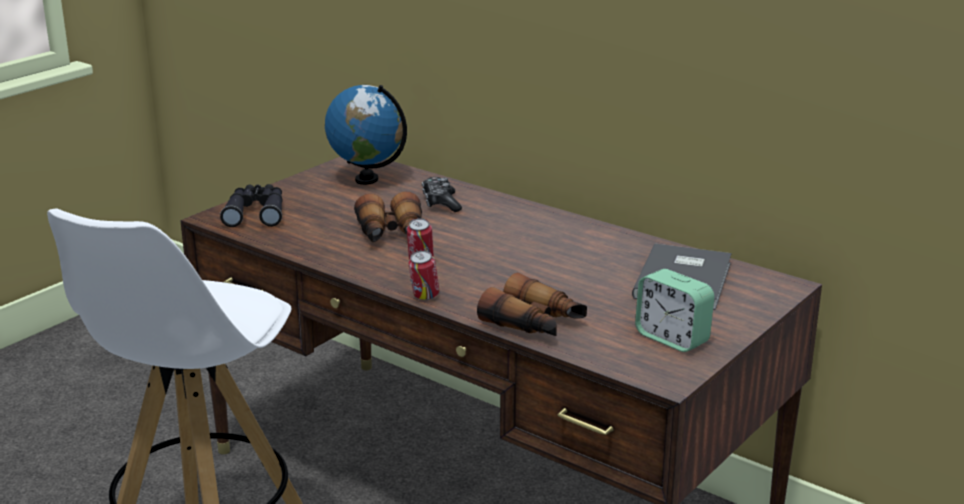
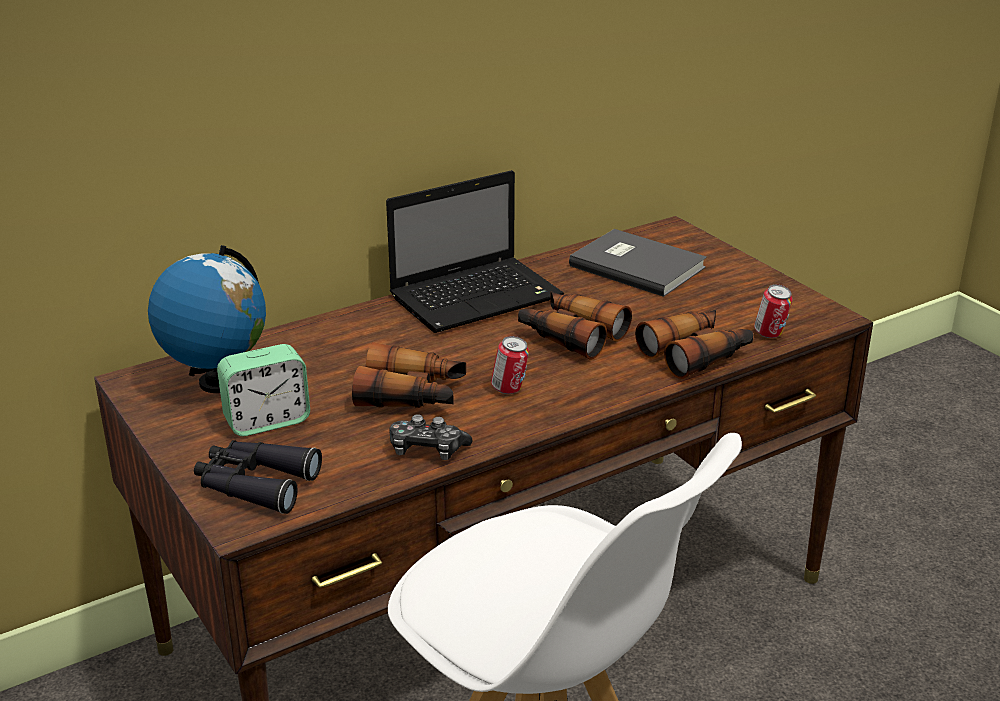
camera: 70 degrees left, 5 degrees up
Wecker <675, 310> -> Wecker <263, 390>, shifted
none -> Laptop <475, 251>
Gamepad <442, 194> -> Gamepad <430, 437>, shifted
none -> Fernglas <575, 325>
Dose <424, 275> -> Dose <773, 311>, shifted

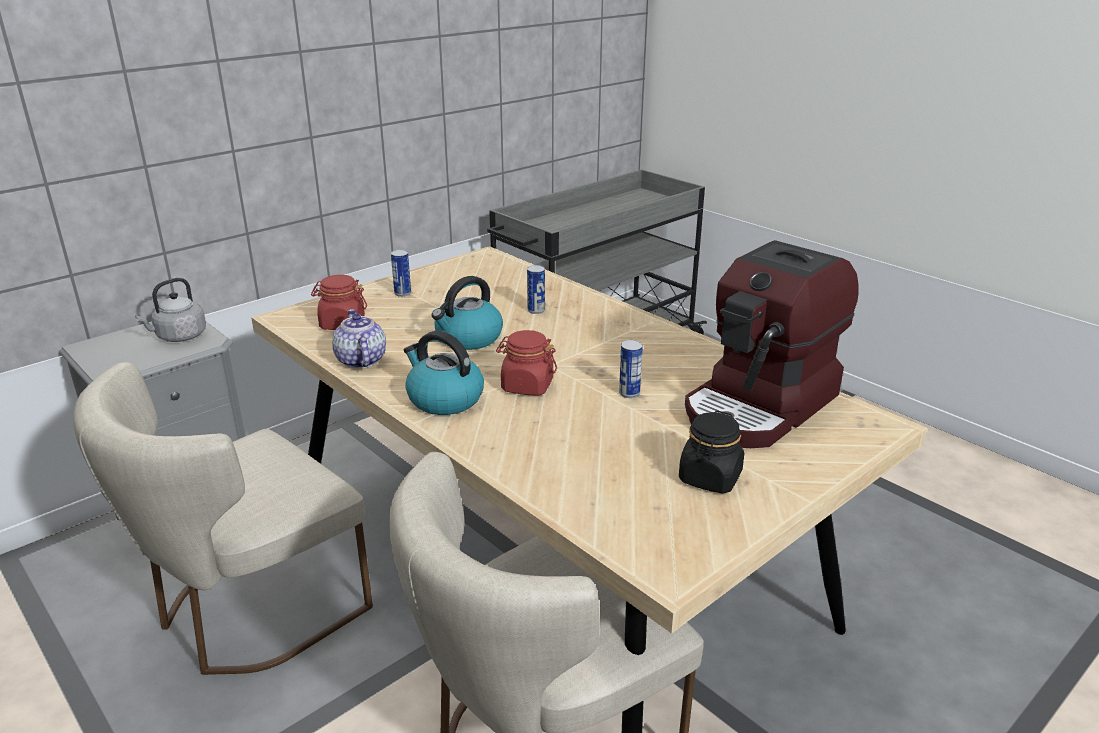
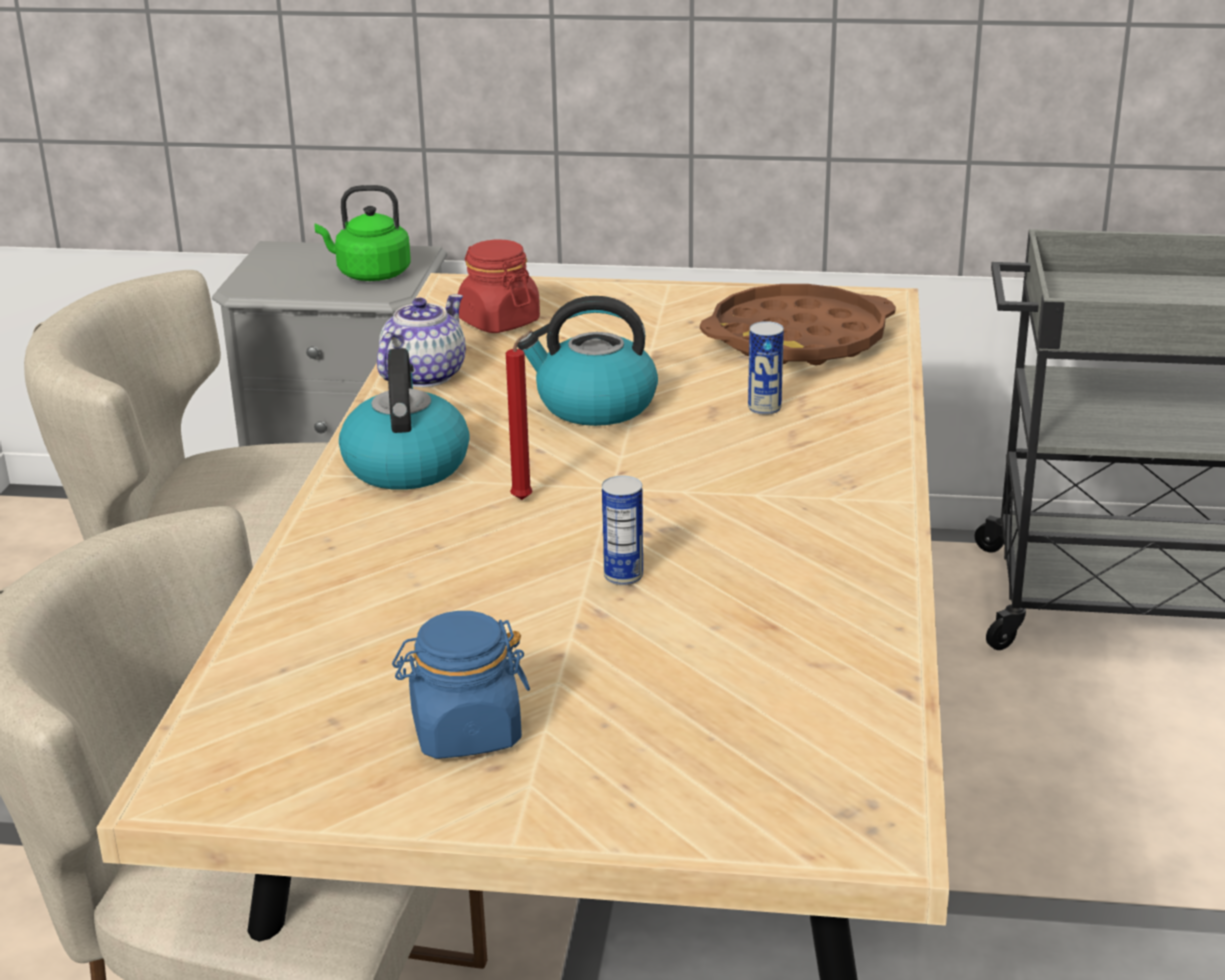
camera: 50 degrees right, 0 degrees up
Wasserkessel [grau] <170, 310> -> Wasserkessel [grün] <362, 233>
Vorratsglas [schwarz] <711, 452> -> Vorratsglas [blau] <461, 685>
Vorratsglas [rot] <526, 362> -> Kerze [rot] <519, 415>
none -> Tablett [braun] <798, 324>
Dose <401, 273> -> none
Kaffeemaschine <772, 344> -> none

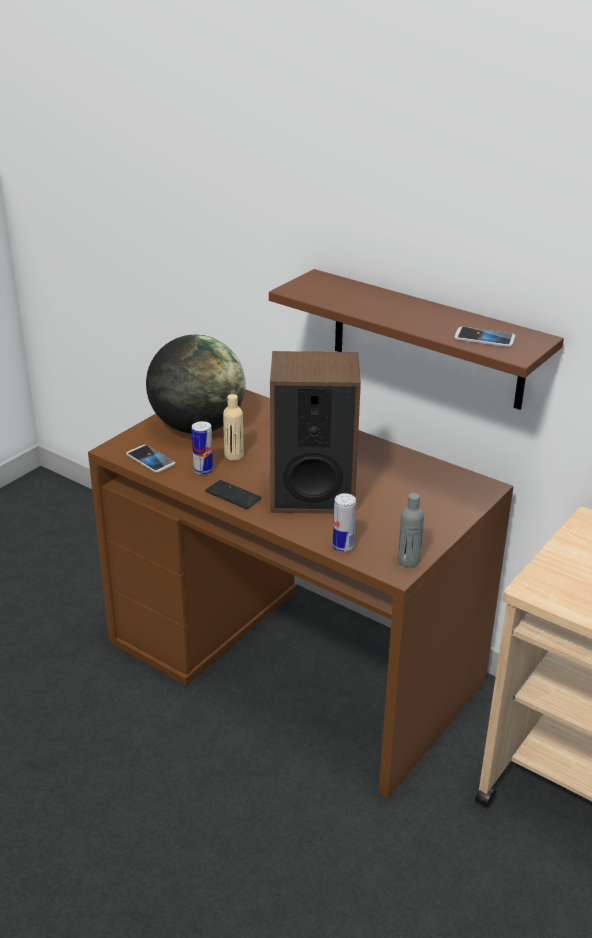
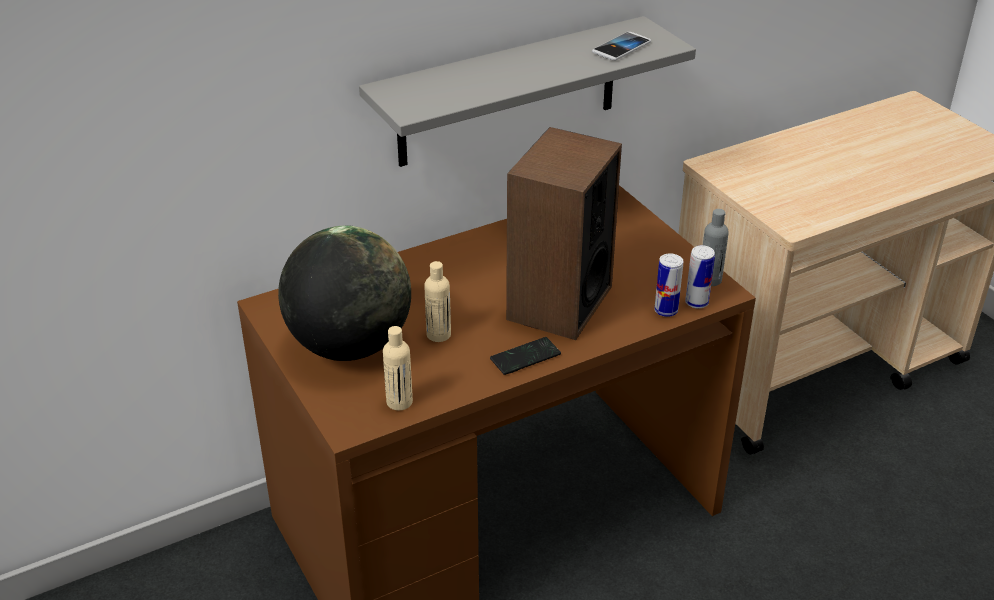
camera: 65 degrees left, 5 degrees up
Wandregal [braun] <416, 339> -> Wandregal [grau] <527, 91>
Handy <150, 459> -> Flasche [beige] <398, 368>
Dose <202, 447> -> Dose <700, 277>, shifted

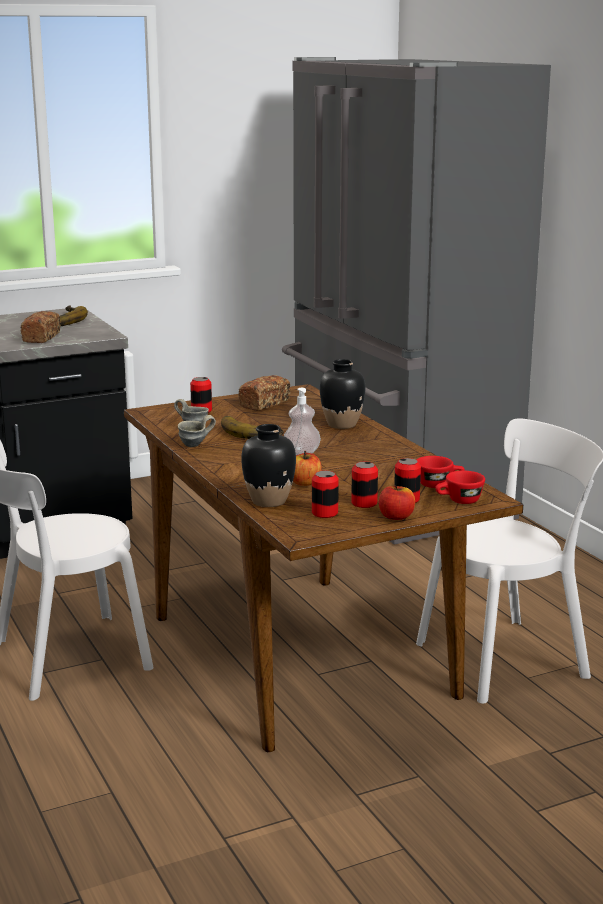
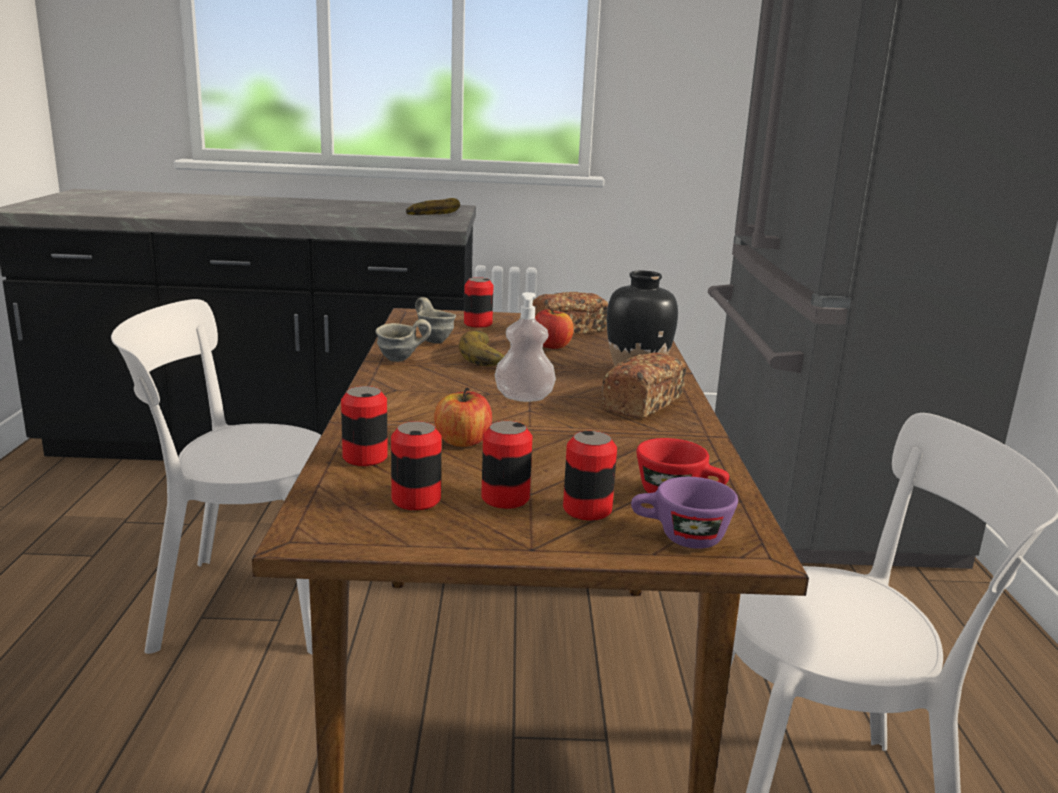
camera: 25 degrees right, 0 degrees up
Vase [schwarz] <268, 465> -> Dose <364, 426>
Apfel <397, 502> -> Apfel <554, 328>, shifted
Brot <40, 327> -> Brot <644, 385>, shifted
Tasse [rot] <460, 487> -> Tasse [lila] <684, 513>

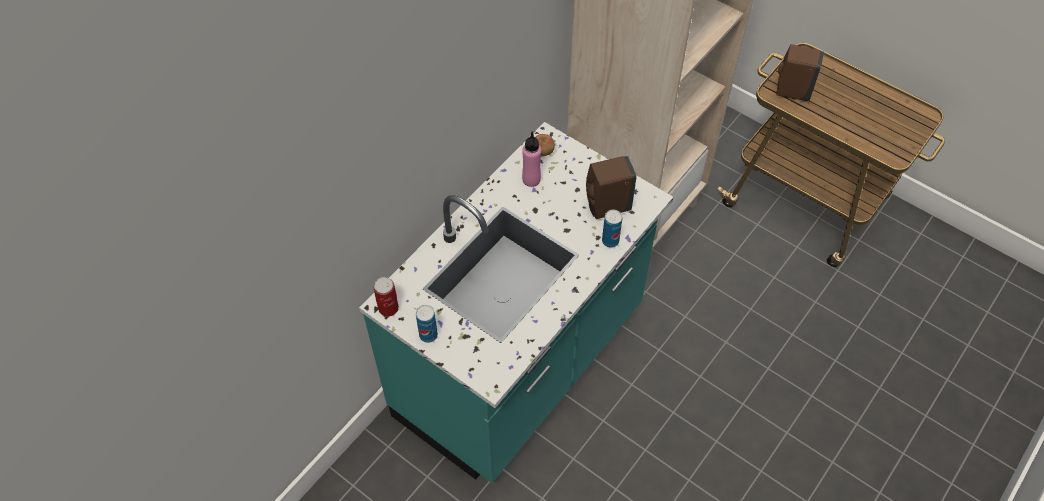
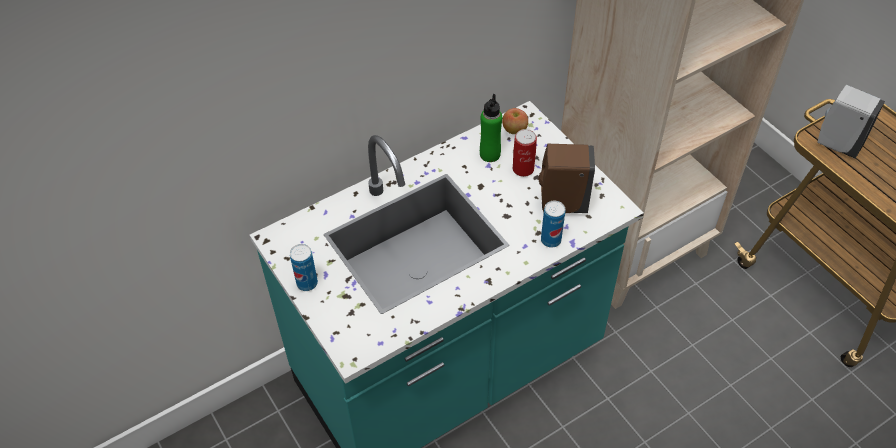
camera: 20 degrees right, 5 degrees down
Flasche [rosa] <531, 159> -> Flasche [grün] <491, 128>
Dose <386, 297> -> Dose <525, 153>, shifted
Seifenspender [braun] <800, 73> -> Seifenspender [weiß] <851, 121>

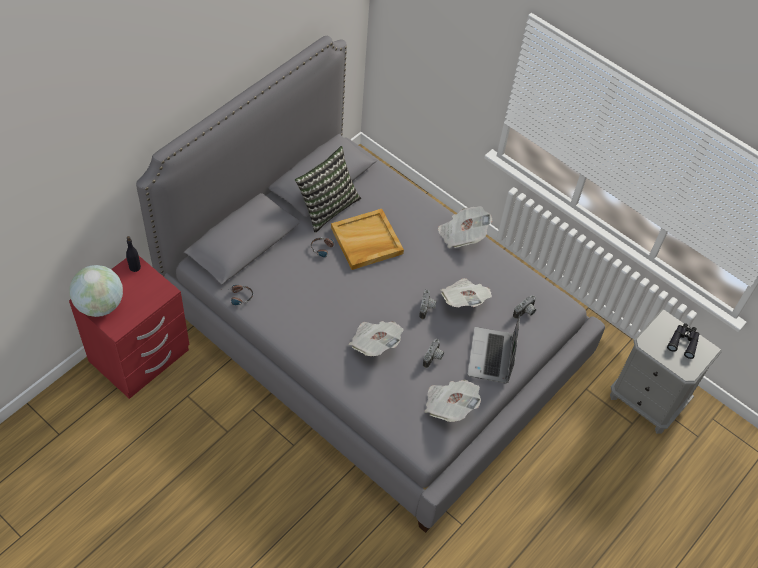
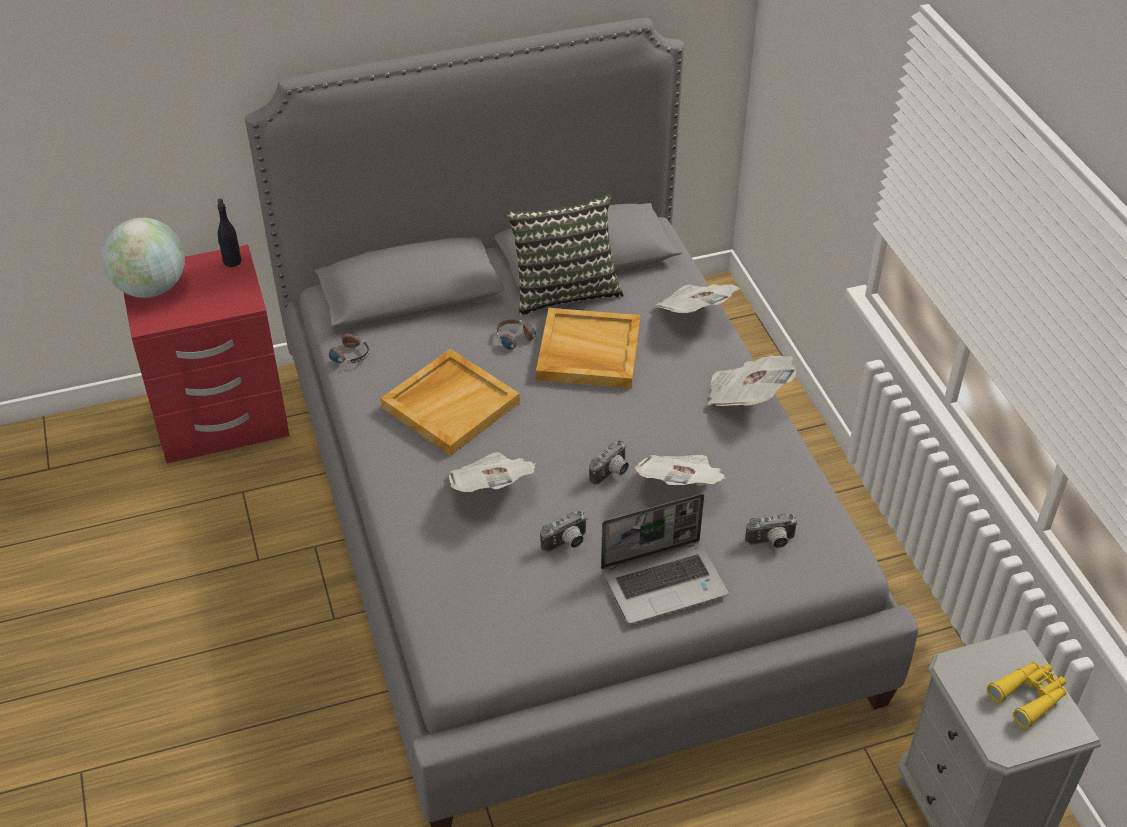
camera: 35 degrees right, 10 degrees down
none -> Tablett [beige] <450, 402>
Laptop <493, 349> -> Laptop <665, 559>, 150 degrees counterclockwise
Zeitung <453, 401> -> Zeitung <698, 298>, shifted
Fernglas [schwarz] <683, 341> -> Fernglas [gelb] <1026, 695>

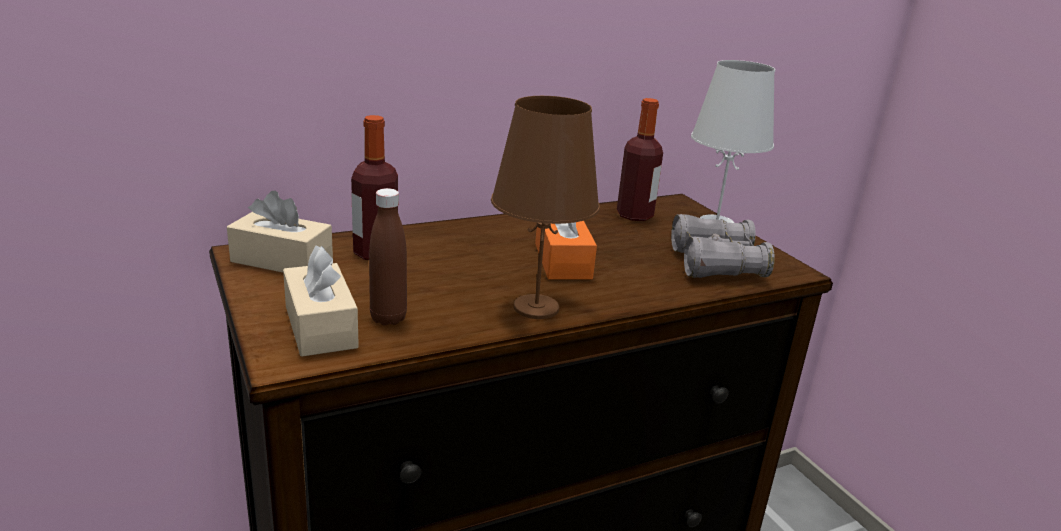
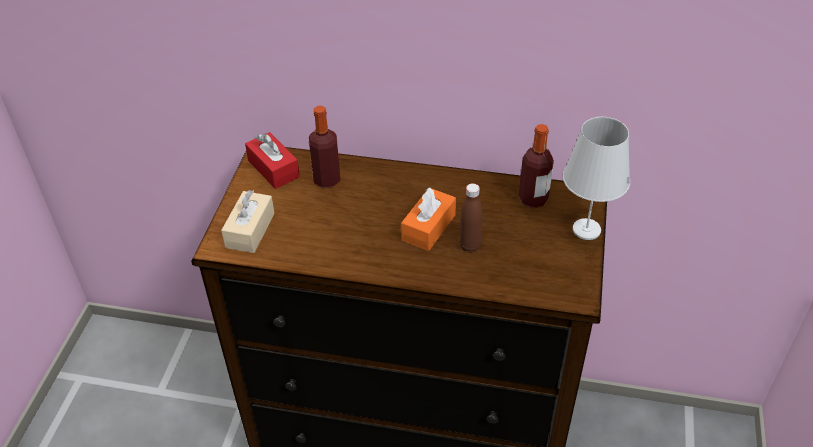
camera: 40 degrees right, 20 degrees up
Taschentuchbox [beige] <280, 232> -> Taschentuchbox [rot] <272, 160>
Flasche [braun] <388, 257> -> Flasche [braun] <470, 218>, shifted
Tischlampe [braun] <545, 207> -> none
Fernglas [grau] <723, 246> -> none

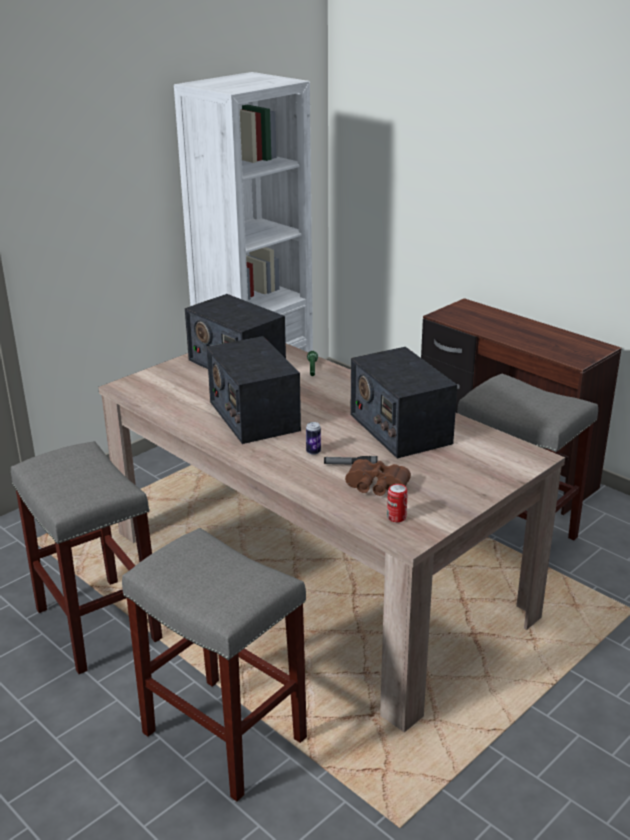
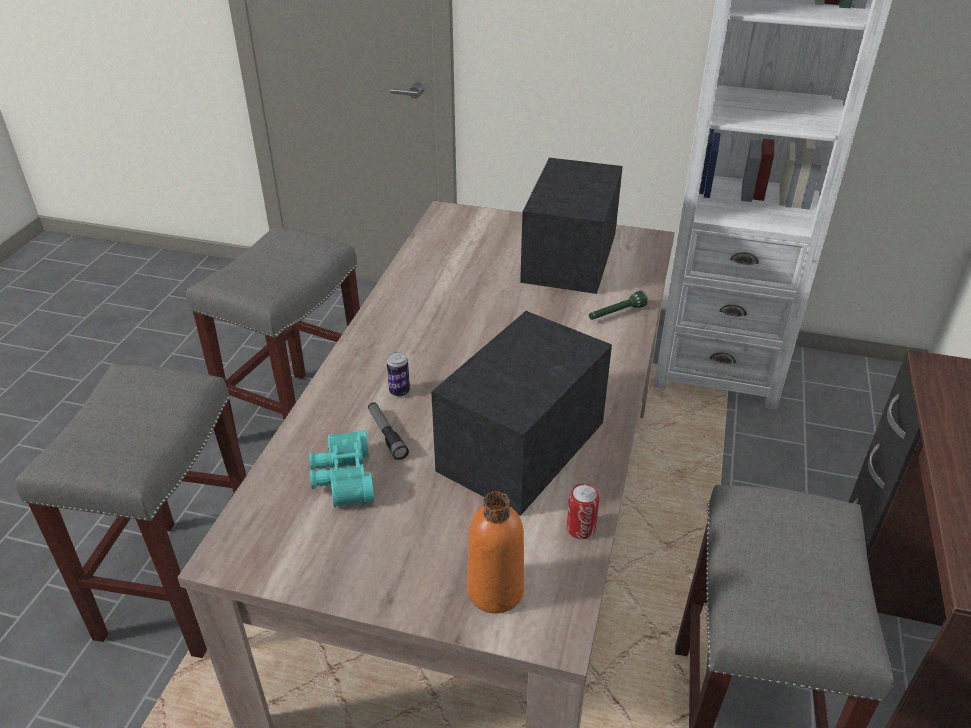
camera: 60 degrees right, 10 degrees up
Fernglas [braun] <378, 477> -> Fernglas [türkis] <341, 468>
none -> Flasche [orange] <495, 552>
Dose <397, 503> -> Dose <583, 511>, shifted
Radio <253, 390> -> none

